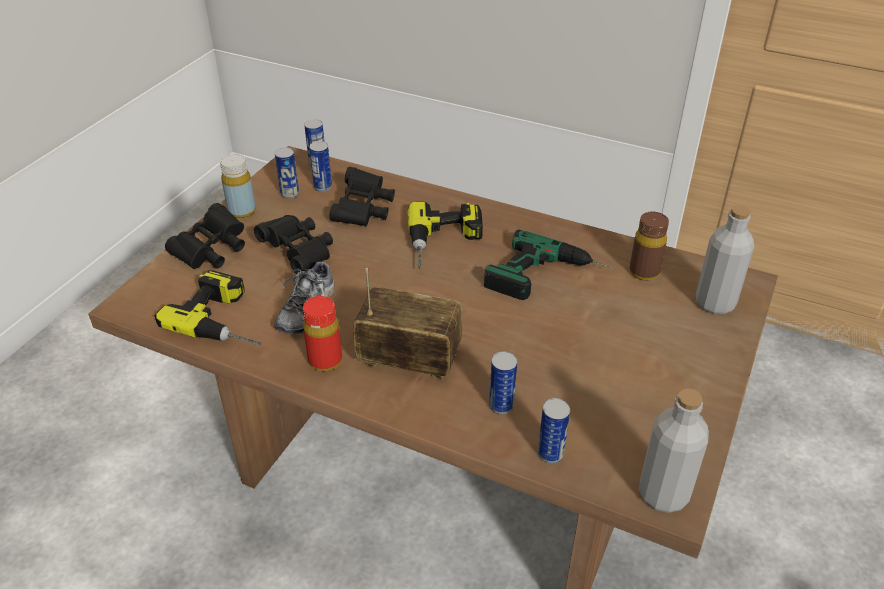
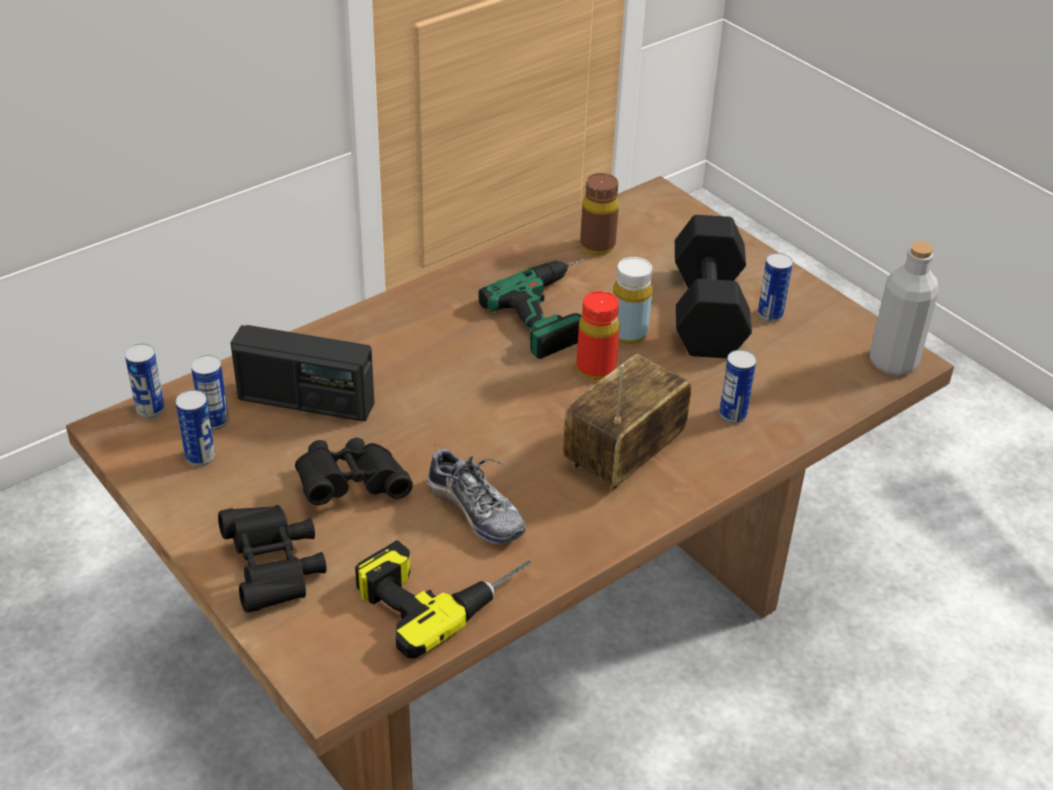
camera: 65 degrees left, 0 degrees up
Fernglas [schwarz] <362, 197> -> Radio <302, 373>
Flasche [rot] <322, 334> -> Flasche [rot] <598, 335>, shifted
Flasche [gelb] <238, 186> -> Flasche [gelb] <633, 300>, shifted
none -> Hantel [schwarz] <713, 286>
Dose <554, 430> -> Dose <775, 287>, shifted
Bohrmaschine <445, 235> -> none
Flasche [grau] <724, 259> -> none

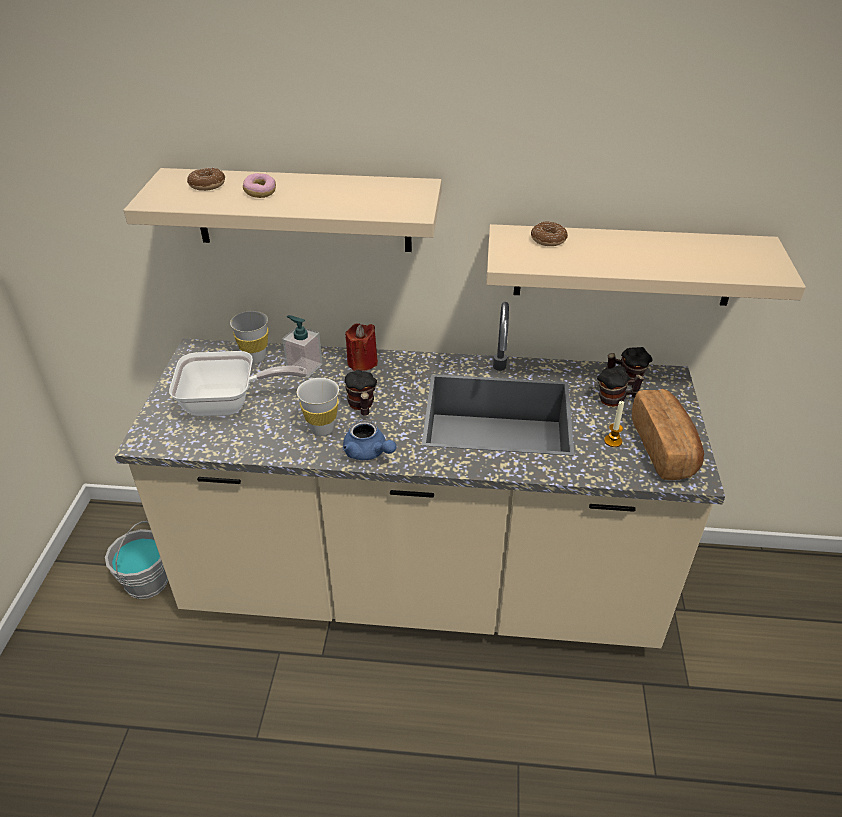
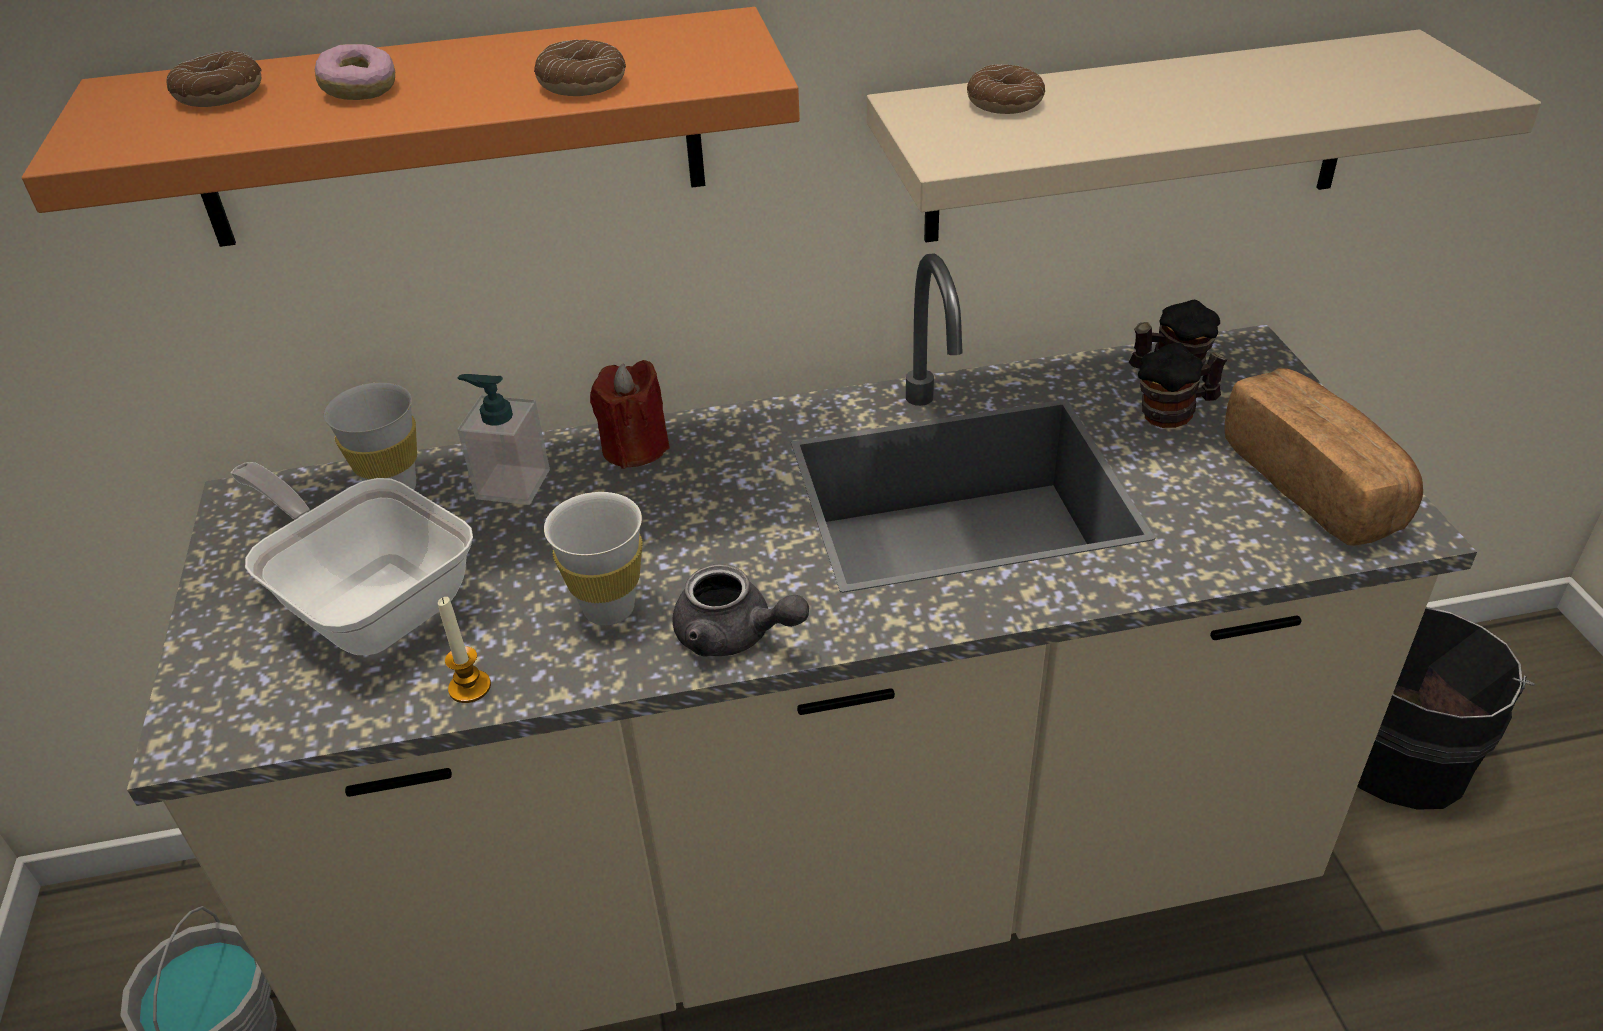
camera: 15 degrees left, 0 degrees up
Wandregal [beige] <283, 210> -> Wandregal [orange] <411, 127>
Pfanne <238, 383> -> Pfanne <352, 558>, 120 degrees counterclockwise
Kerze <614, 424> -> Kerze <464, 650>, shifted
none -> Donut <580, 67>
Teekanne [blau] <369, 440> -> Teekanne [grau] <740, 610>
none -> Eimer [schwarz] <1446, 708>
Henkelbecher <361, 393> -> none

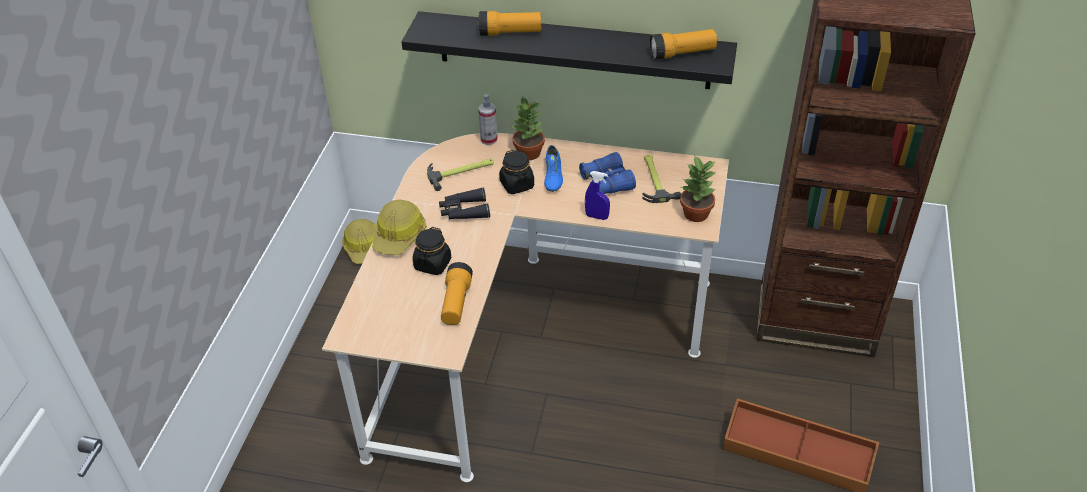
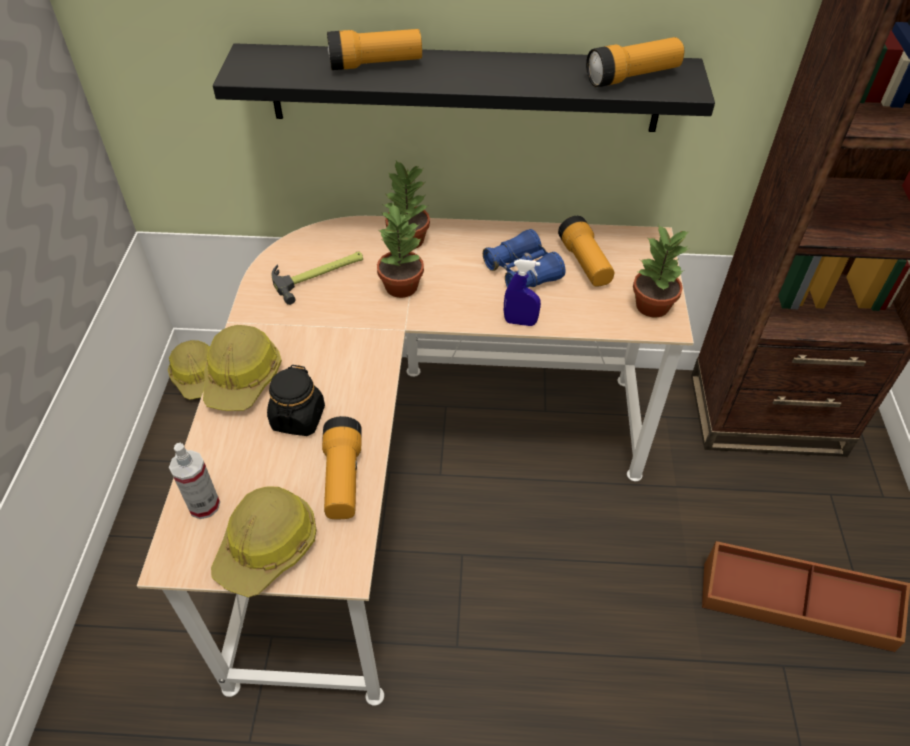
camera: 10 degrees left, 5 degrees up
Sprühflasche <488, 119> -> Sprühflasche <194, 481>, shifted
none -> Schutzhelm <263, 542>
Vorratsglas [schwarz] <516, 172> -> Topfpflanze <400, 250>
Hammer <661, 179> -> Taschenlampe <586, 251>
Fernglas [schwarz] <464, 203> -> none
Schuh [blau] <553, 168> -> none

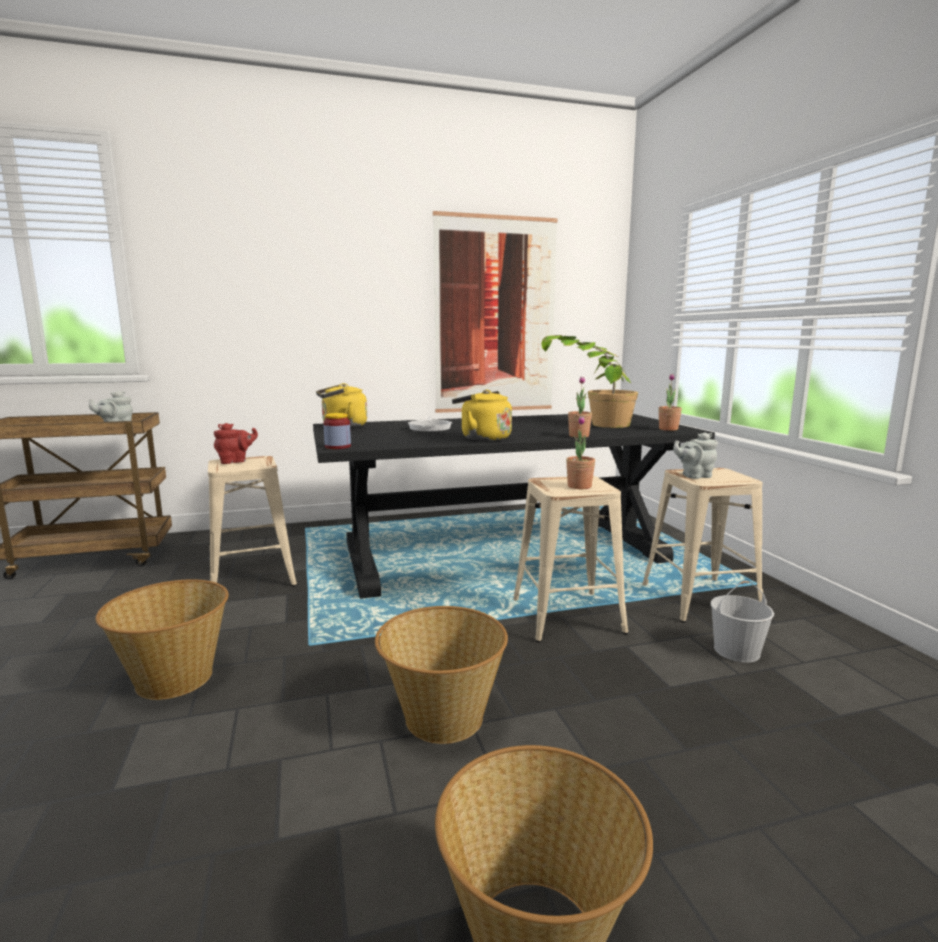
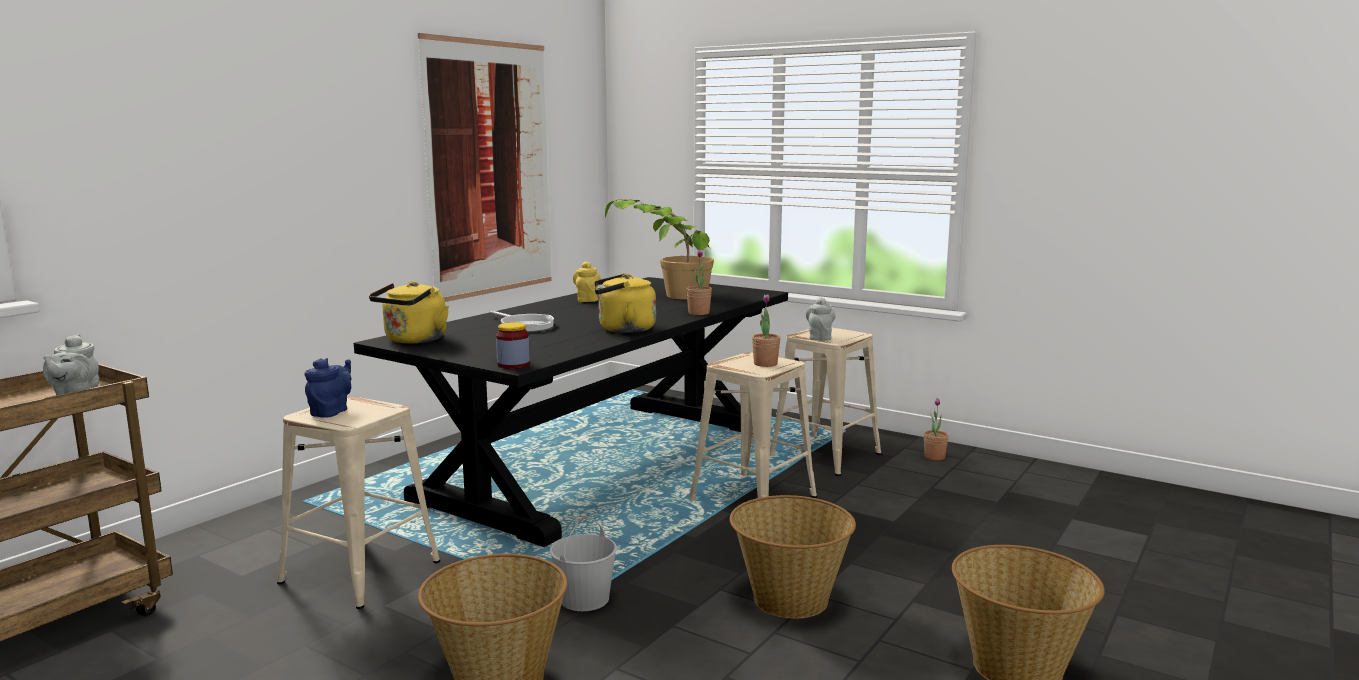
camera: 40 degrees left, 0 degrees up
Teekanne [rot] <236, 443> -> Teekanne [blau] <327, 388>
Eimer [weiß] <742, 622> -> Eimer [weiß] <583, 563>, shifted
none -> Teekanne [gelb] <587, 281>
Teekanne [grau] <695, 455> -> Teekanne [grau] <820, 318>, 150 degrees clockwise
Topfpflanze <670, 402> -> Topfpflanze <936, 429>, shifted

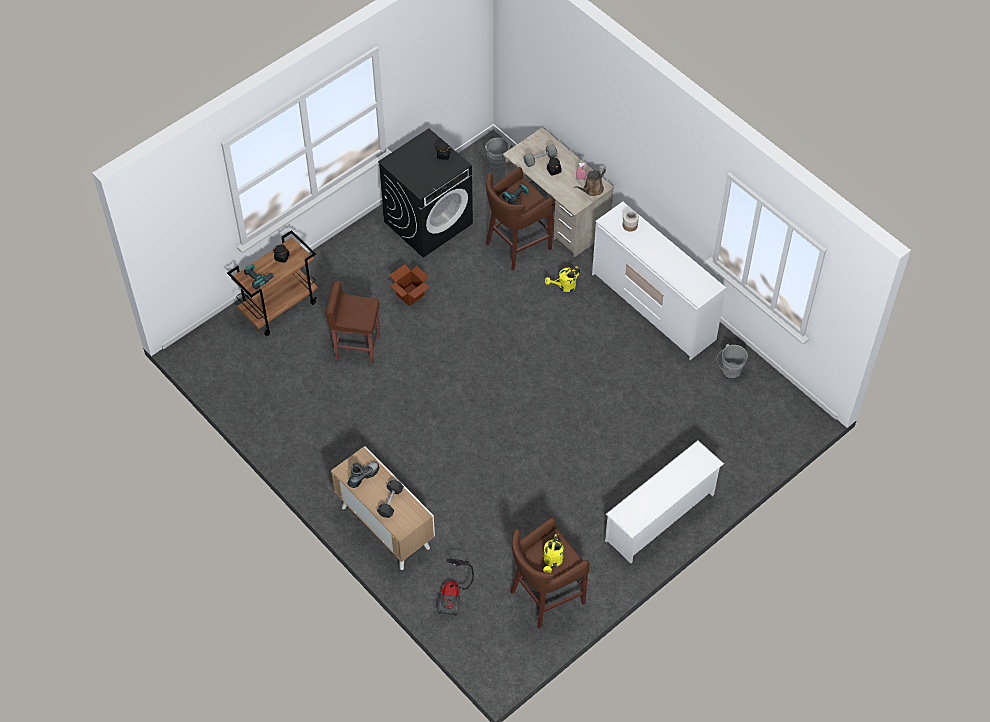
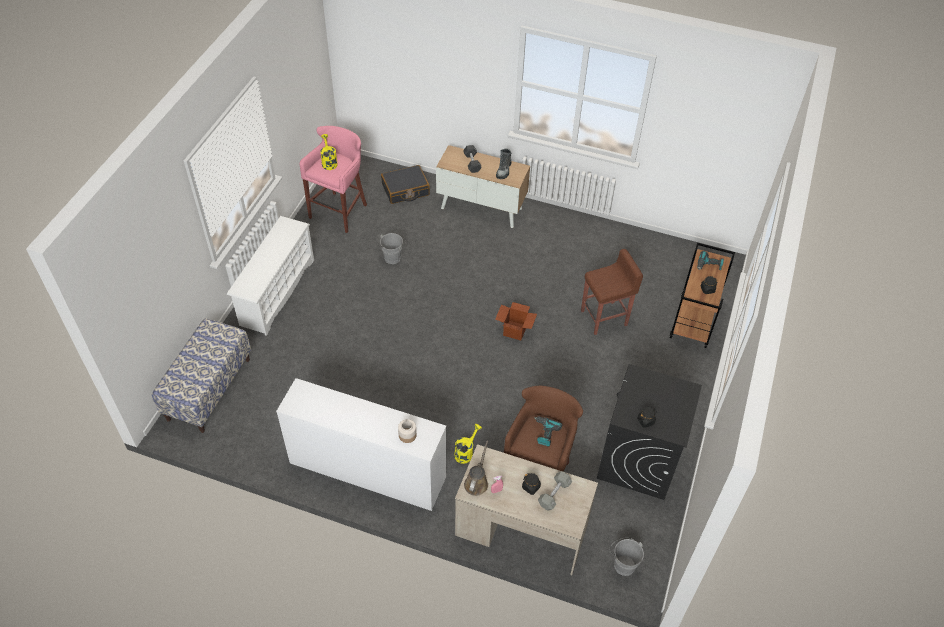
camera: 150 degrees right, 5 degrees down
none -> Bank <201, 375>
Hocker [braun] <550, 573> -> Hocker [rosa] <333, 179>
Eimer [grau] <732, 361> -> Eimer [grau] <393, 248>, shifted
Staubsauger <455, 587> -> Koffer [schwarz] <405, 184>
Karton <409, 285> -> Karton <516, 321>, shifted

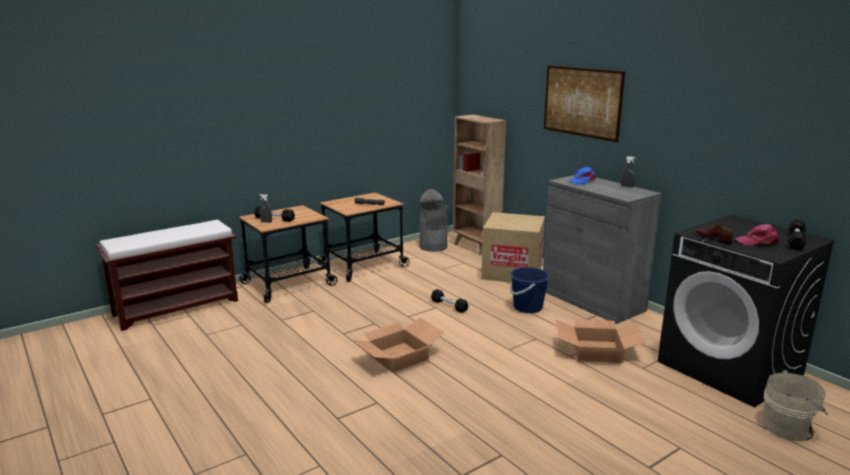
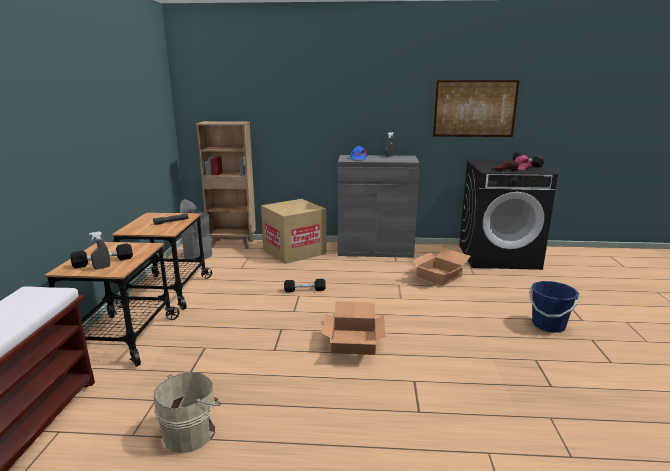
camera: 50 degrees left, 0 degrees up
Eimer [beige] <795, 405> -> Eimer [beige] <187, 412>, shifted
Bild <584, 103> -> Bild <476, 108>, shifted
Eimer [blau] <530, 290> -> Eimer [blau] <554, 307>, shifted

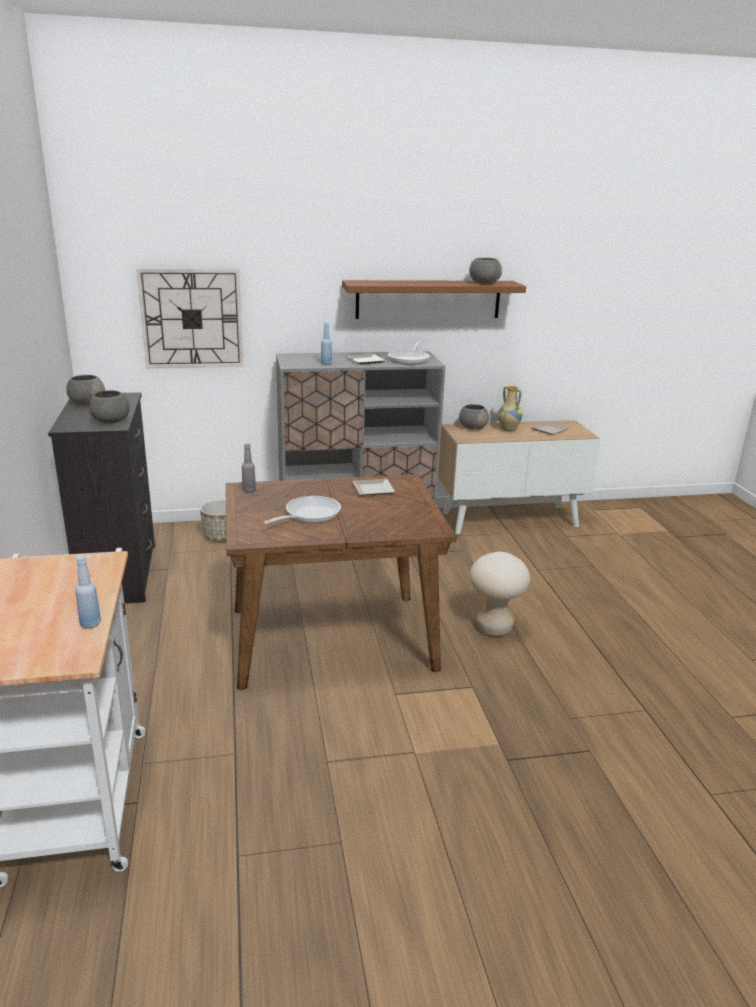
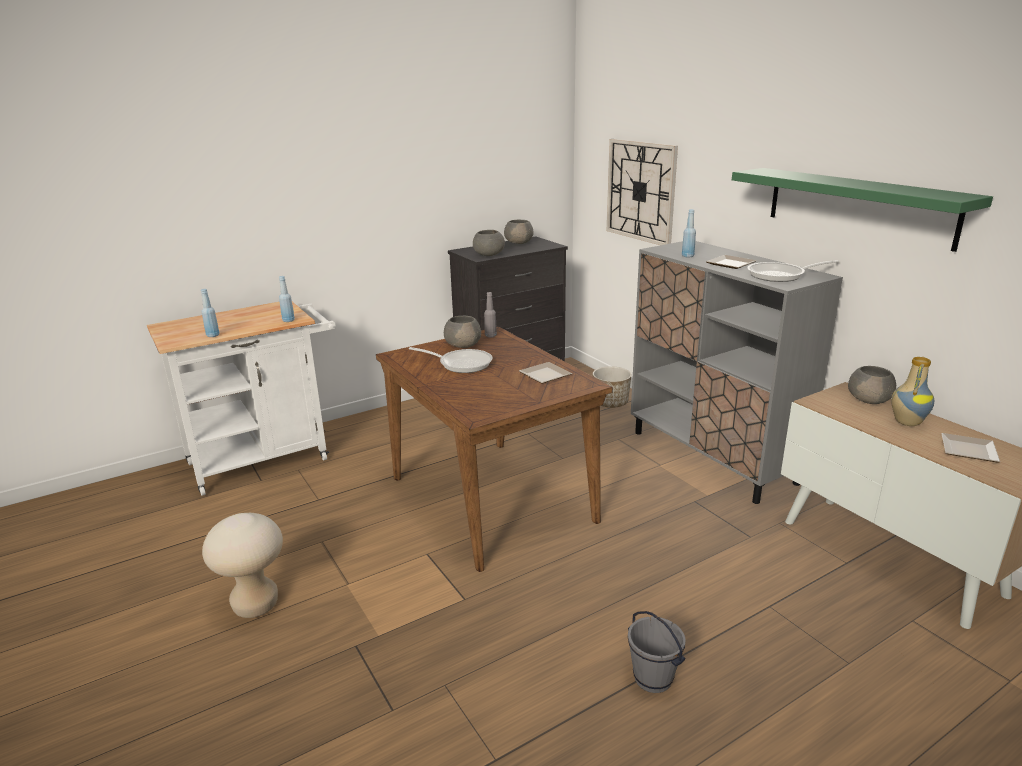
camera: 70 degrees right, 0 degrees up
Hocker [beige] <500, 594> -> Hocker [beige] <242, 565>, shifted
none -> Flasche [blau] <287, 299>
Schüssel [grau] <485, 271> -> Schüssel [grau] <462, 332>, shifted
none -> Eimer [grau] <657, 652>
Wandregal [braun] <434, 299> -> Wandregal [grün] <862, 210>

